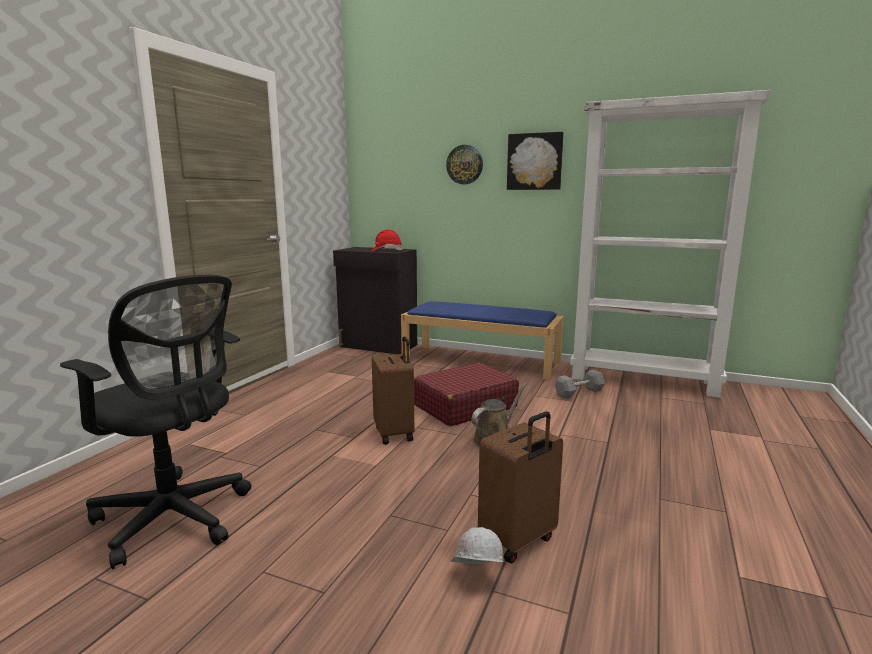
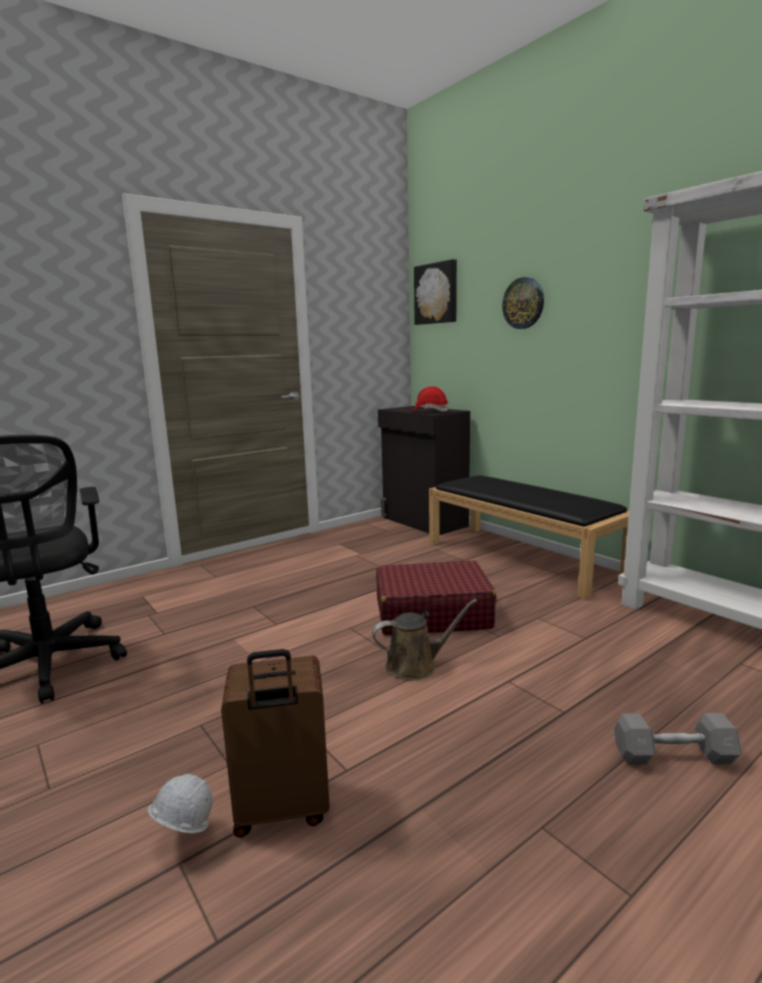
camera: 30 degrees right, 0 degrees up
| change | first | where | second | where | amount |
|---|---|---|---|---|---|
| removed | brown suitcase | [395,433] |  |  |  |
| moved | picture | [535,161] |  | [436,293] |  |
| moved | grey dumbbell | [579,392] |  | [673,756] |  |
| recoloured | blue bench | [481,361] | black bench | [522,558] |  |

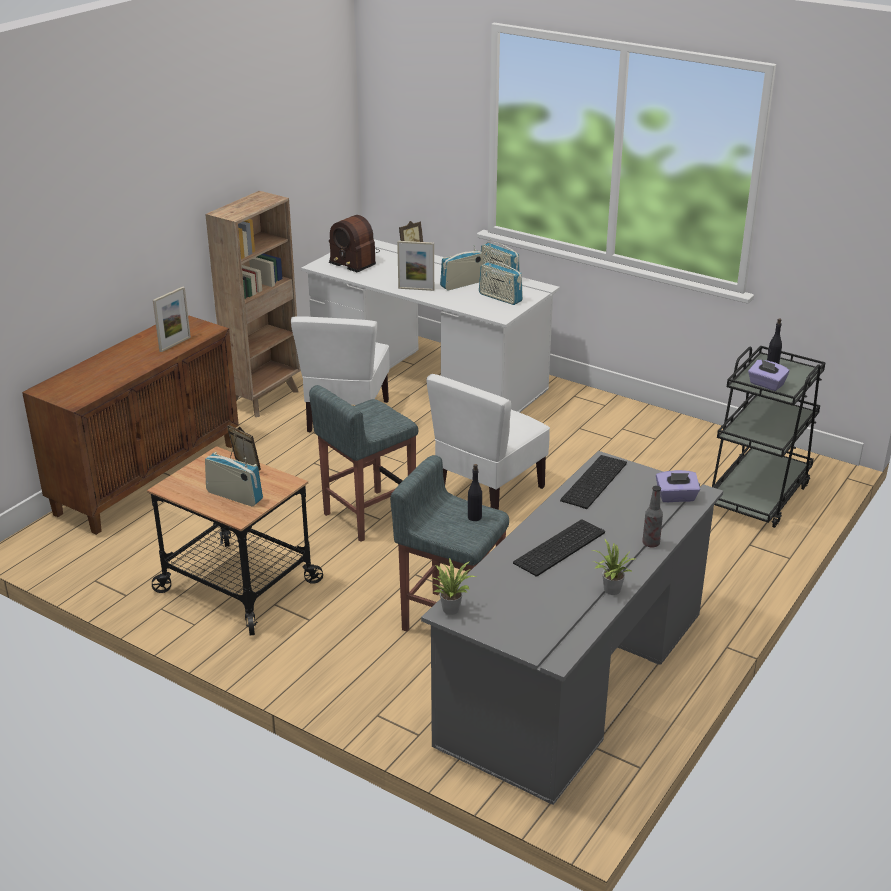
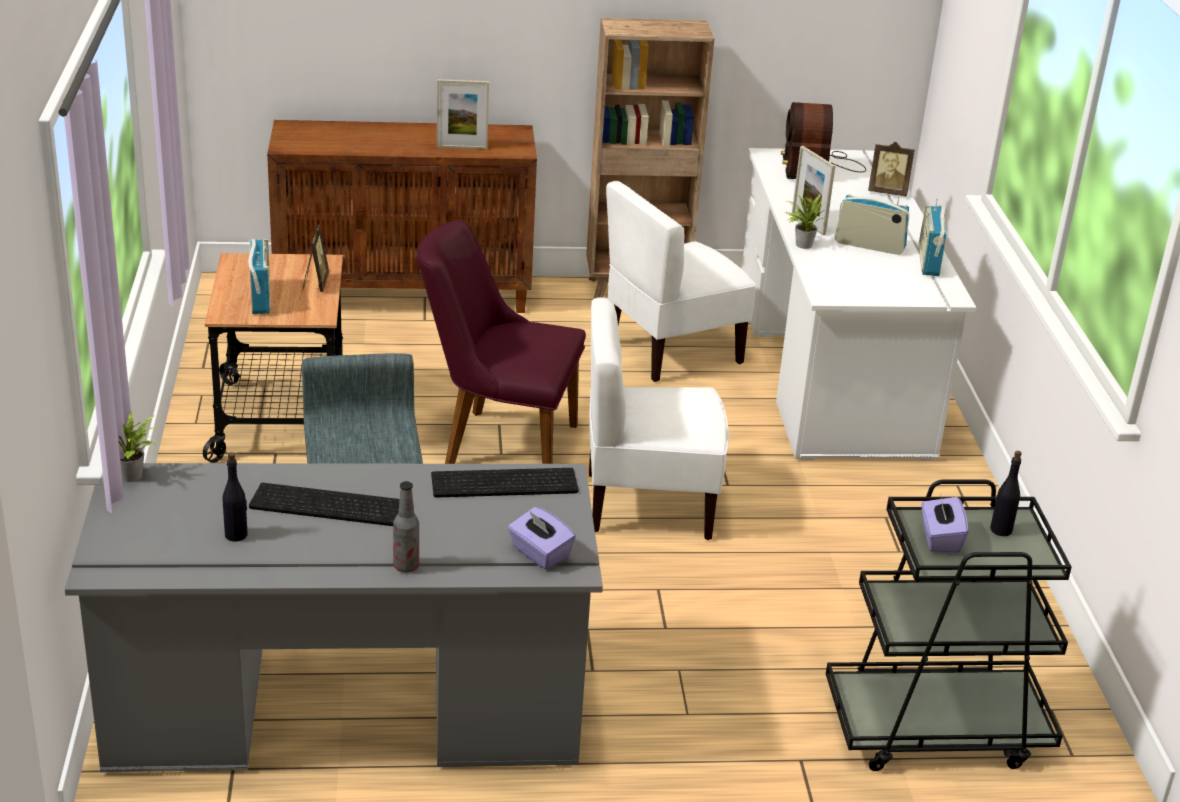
camera: 50 degrees right, 0 degrees up
| change | first | where | second | where | amount |
|---|---|---|---|---|---|
| removed | radio | [500,298] |  |  |  |
| moved | black bottle | [474,517] |  | [236,535] |  |
| moved | potted plant | [610,590] |  | [801,244] |  |
| replaced | grey stool | [368,515] | purple chair | [498,443] |  |

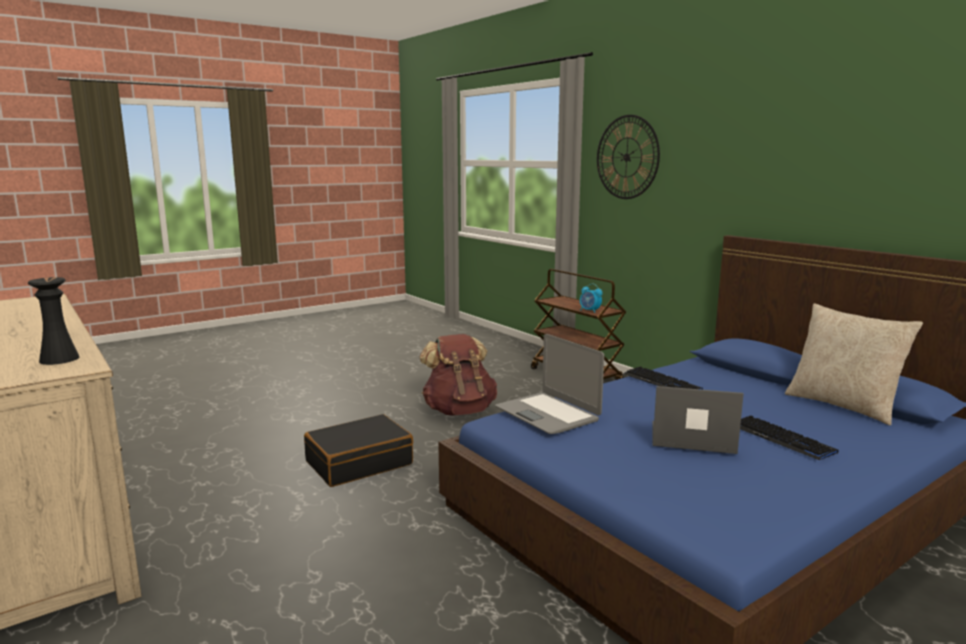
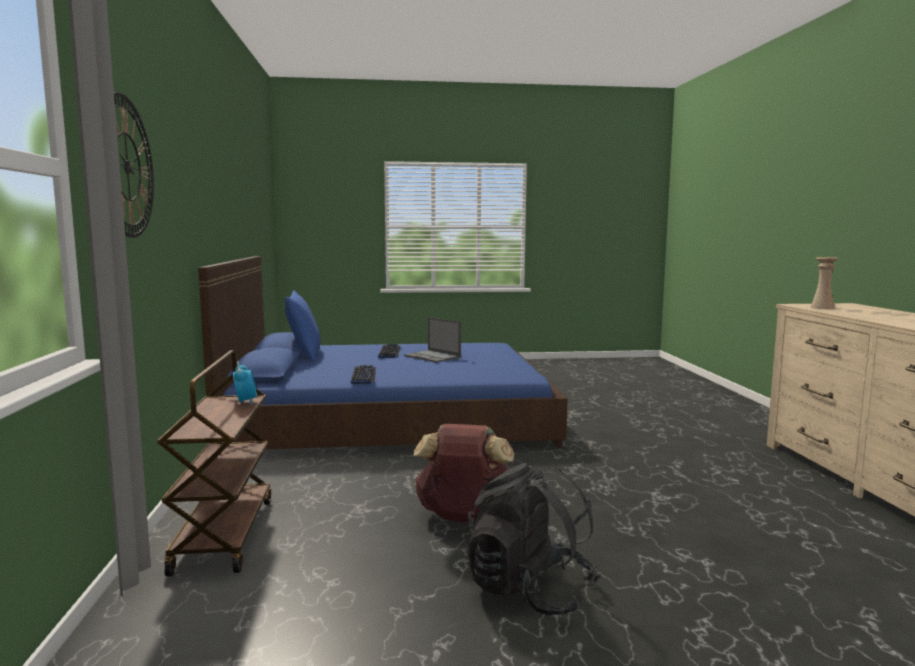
camera: 150 degrees left, 5 degrees down
| change | first | where | second | where | amount |
|---|---|---|---|---|---|
| removed | black suitcase | [359,463] |  |  |  |
| removed | laptop | [547,414] |  |  |  |
| added |  |  | black backpack | [529,590] |  |
| recoloured | black vase | [59,359] | beige vase | [822,308] |  |
| recoloured | beige pillow | [843,405] | blue pillow | [304,355] |  |

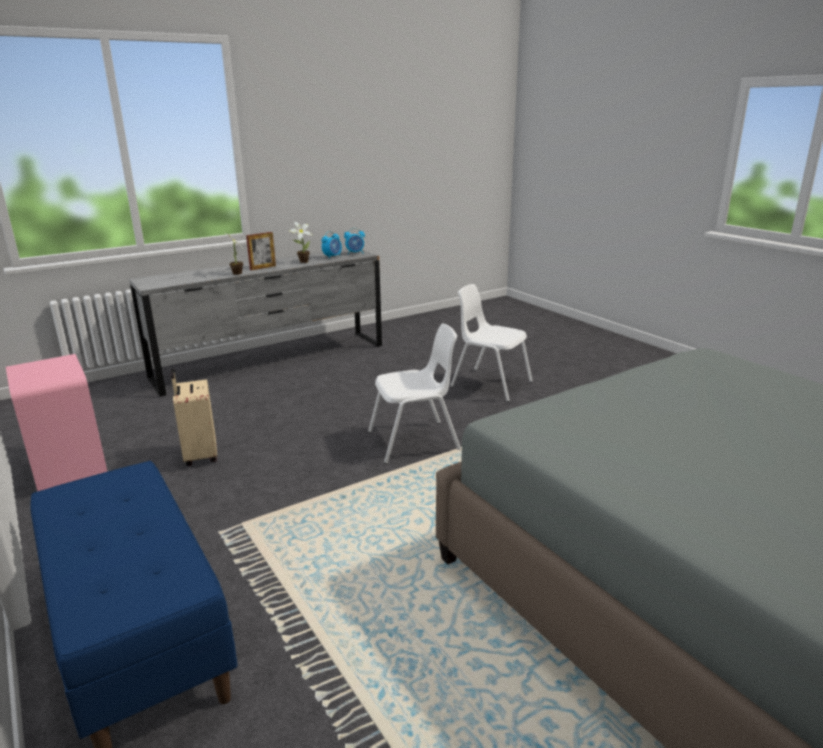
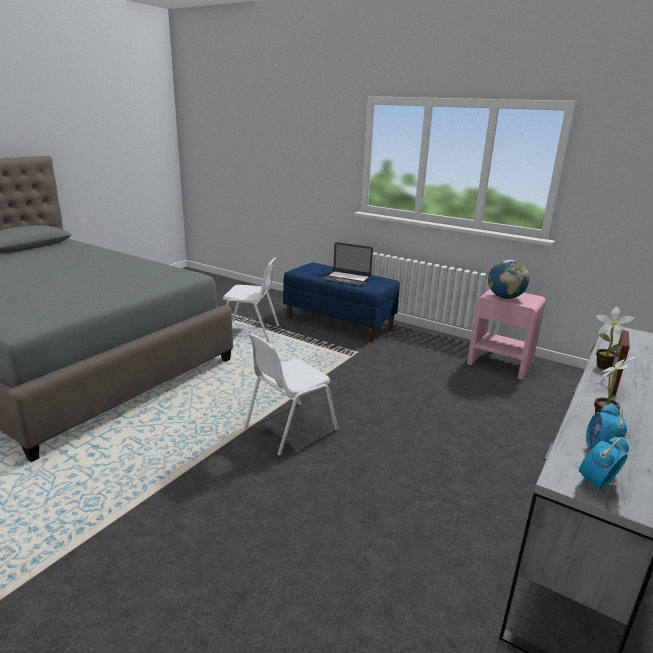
camera: 155 degrees right, 0 degrees up
| change | first | where | second | where | amount |
|---|---|---|---|---|---|
| removed | beige suitcase | [199,456] |  |  |  |
| added |  |  | laptop | [346,278] |  |
| added |  |  | globe | [505,297] |  |
| moved | white chair | [490,384] |  | [250,332] |  |

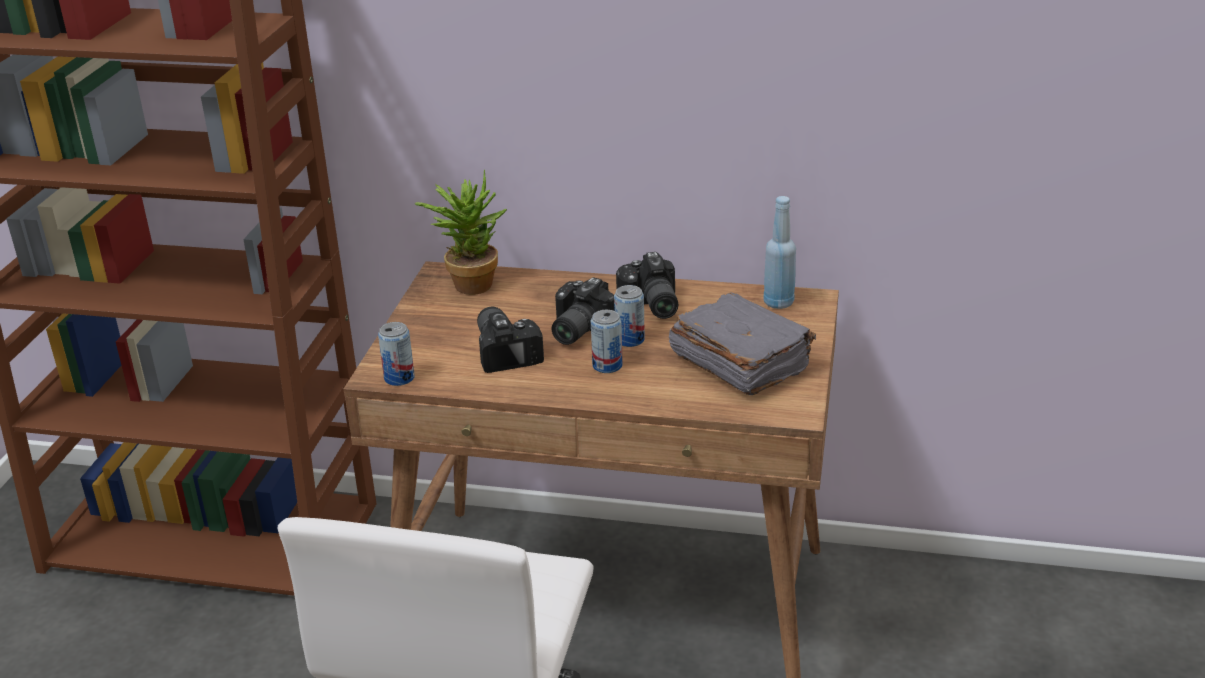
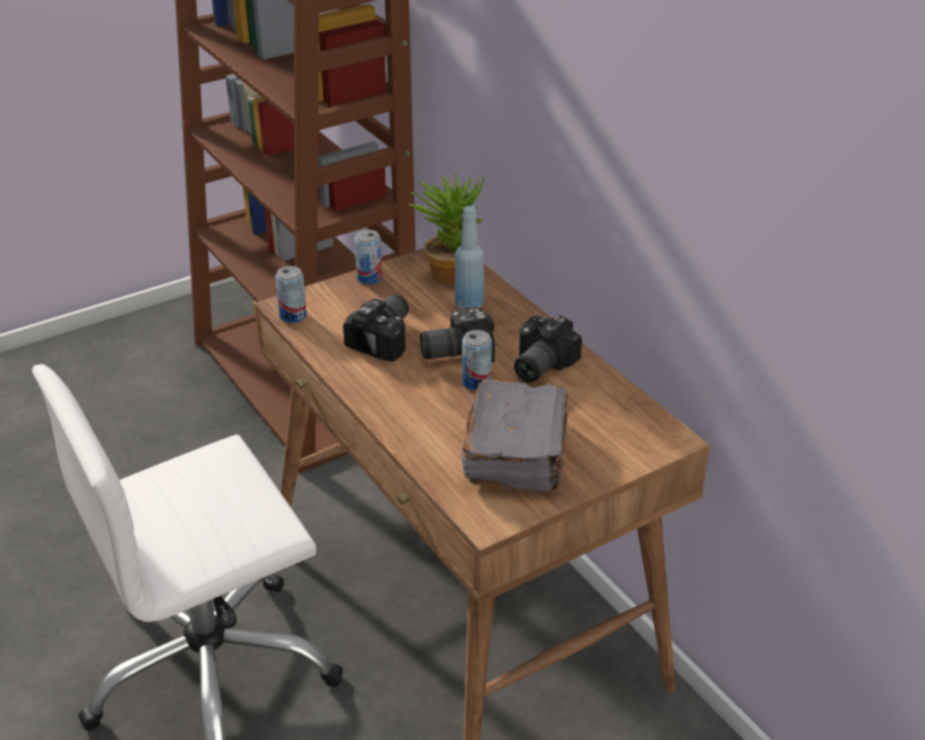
camera: 45 degrees right, 5 degrees up
| change | first | where | second | where | amount |
|---|---|---|---|---|---|
| moved | can | [607,366] |  | [369,278] |  |
| moved | blue bottle | [778,302] |  | [469,304] |  |

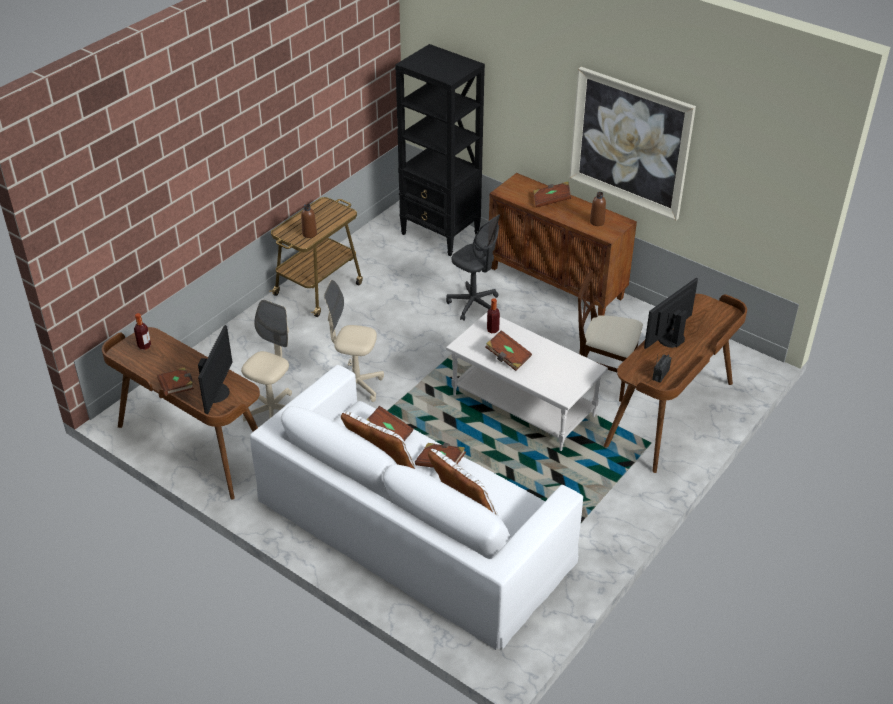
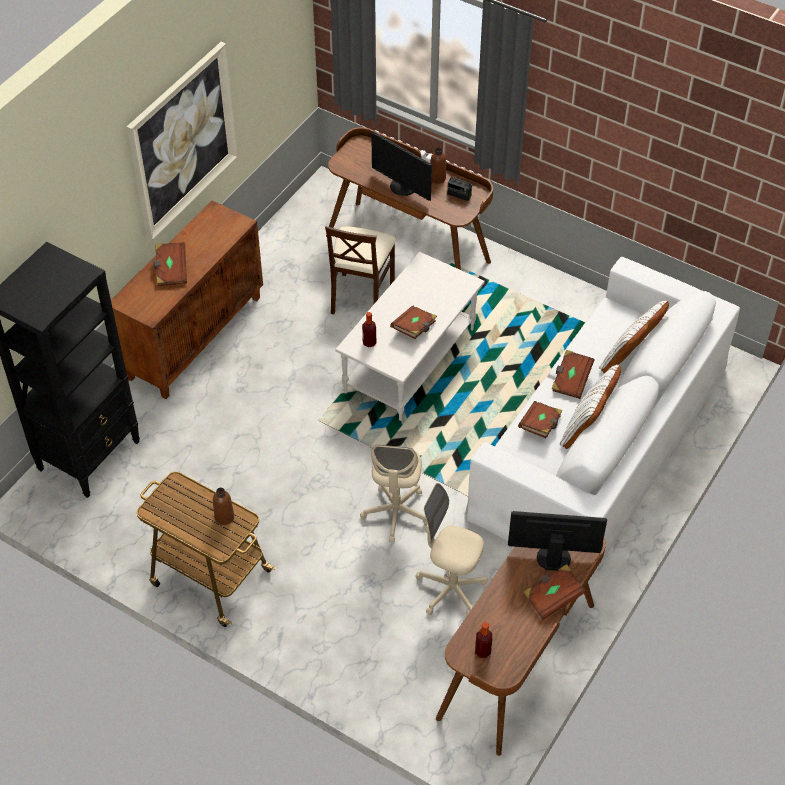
camera: 95 degrees left, 10 degrees up
| change | first | where | second | where | amount |
|---|---|---|---|---|---|
| removed | grey office chair | [474,305] |  |  |  |
| moved | brown bottle | [597,222] |  | [437,178] |  |

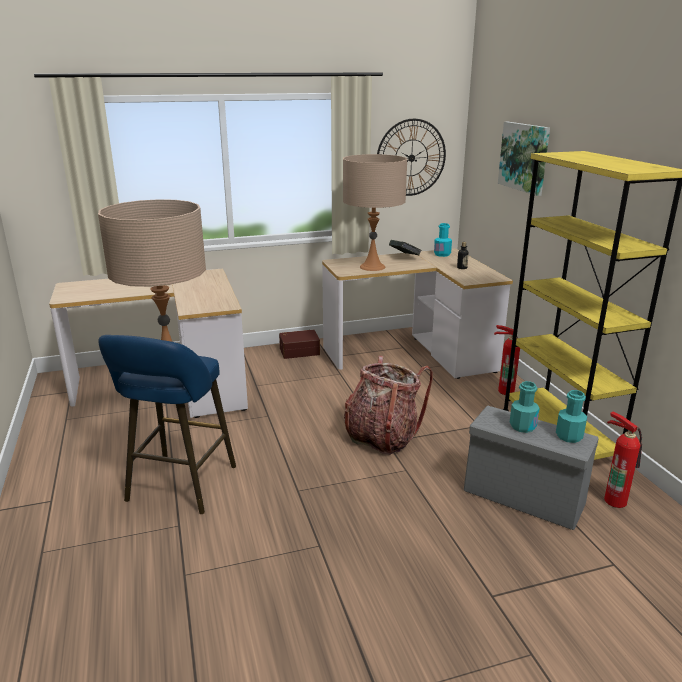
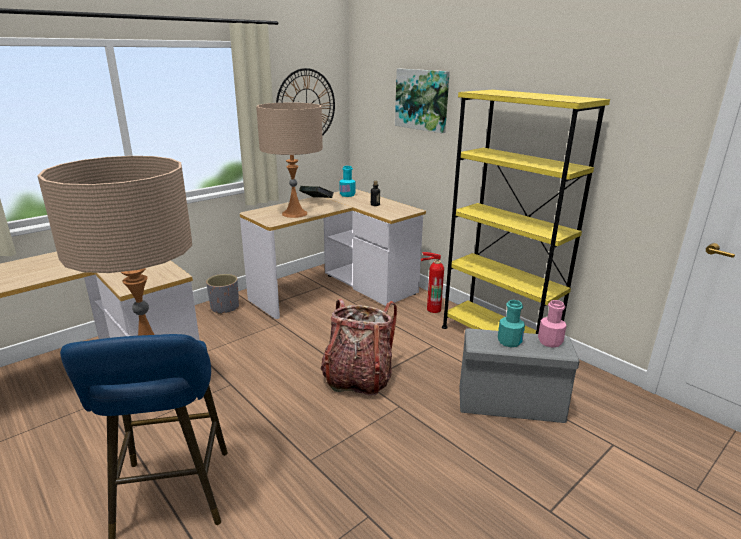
camera: 25 degrees left, 0 degrees up
| change | first | where | second | where | amount |
|---|---|---|---|---|---|
| removed | fire extinguisher | [615,499] |  |  |  |
| replaced | brown storage box | [299,351] | grey planter | [225,308] |  |
| recoloured | turquoise bottle | [569,436] | pink bottle | [550,341] |  |

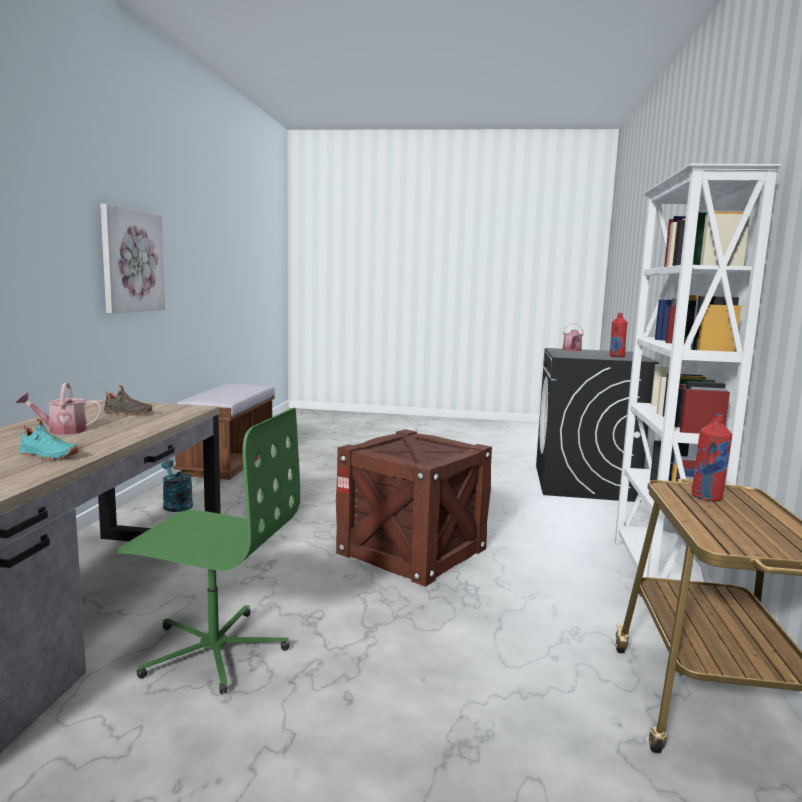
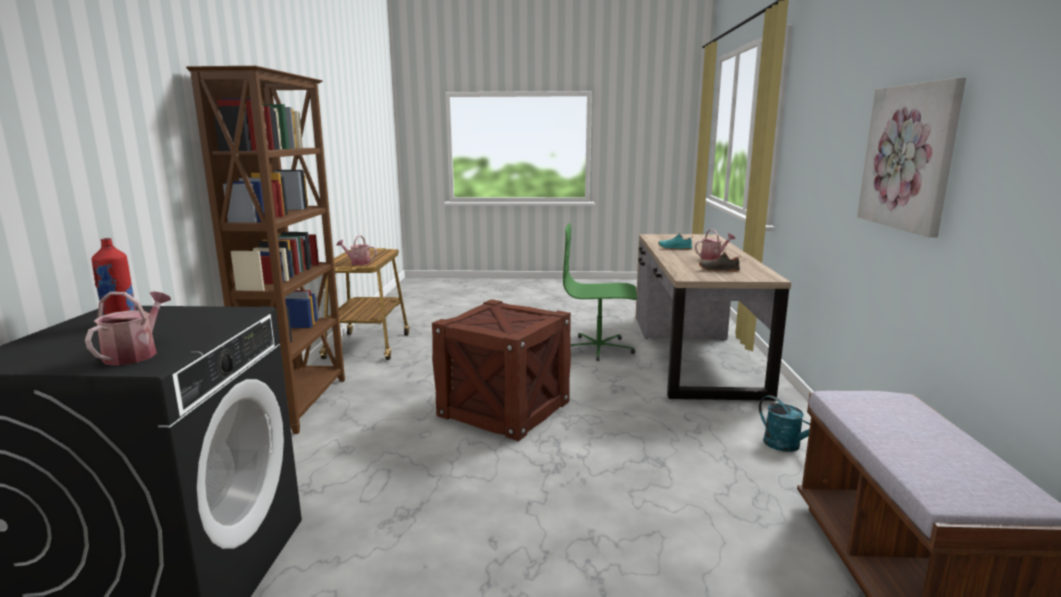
camera: 175 degrees right, 5 degrees up
| change | first | where | second | where | amount |
|---|---|---|---|---|---|
| replaced | red bottle | [707,498] | watering can | [358,262] |  |
| recoloured | white bookcase | [658,574] | brown bookcase | [300,403] |  |

